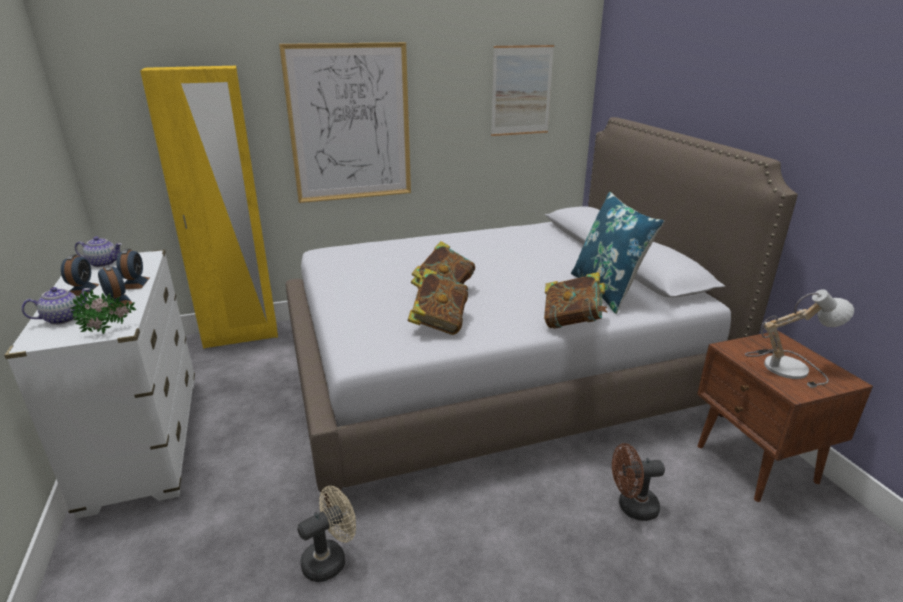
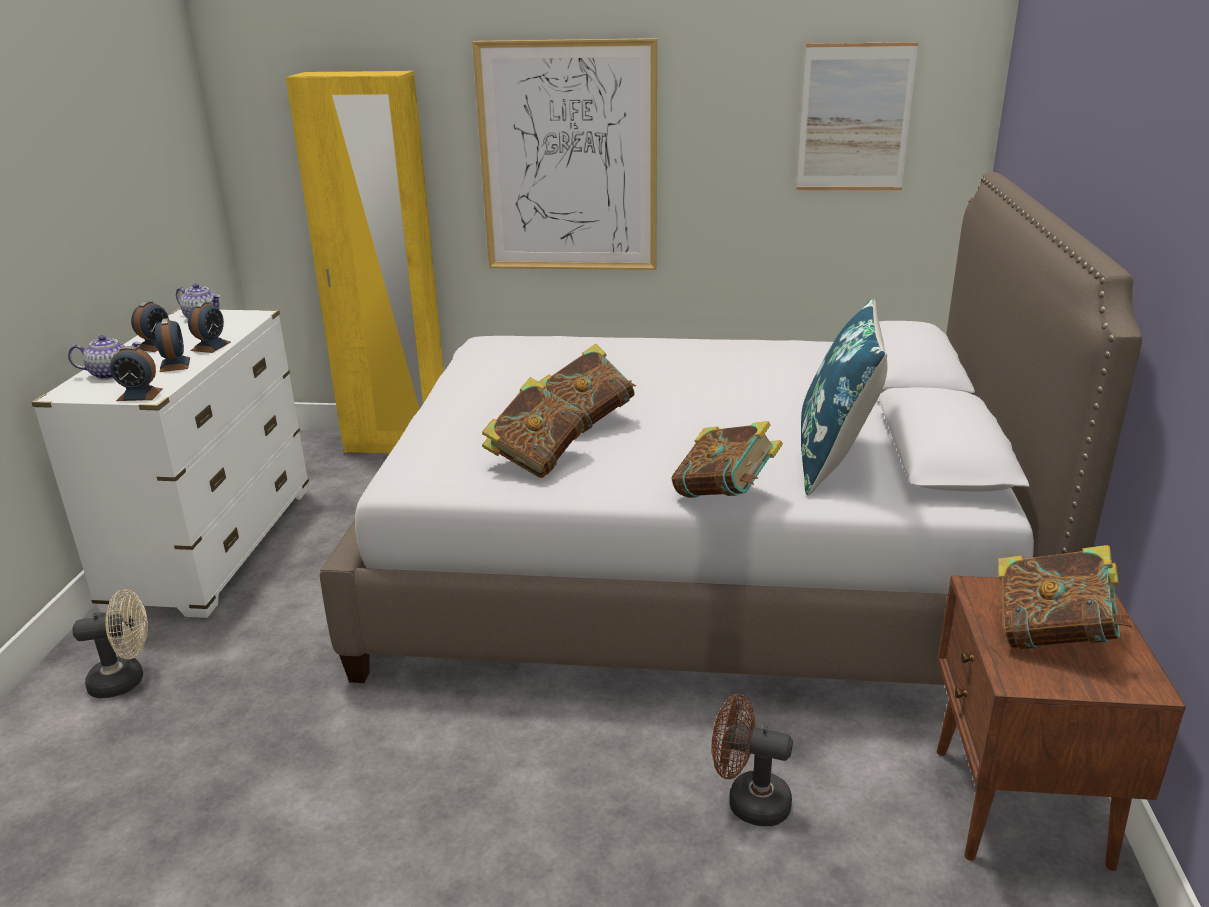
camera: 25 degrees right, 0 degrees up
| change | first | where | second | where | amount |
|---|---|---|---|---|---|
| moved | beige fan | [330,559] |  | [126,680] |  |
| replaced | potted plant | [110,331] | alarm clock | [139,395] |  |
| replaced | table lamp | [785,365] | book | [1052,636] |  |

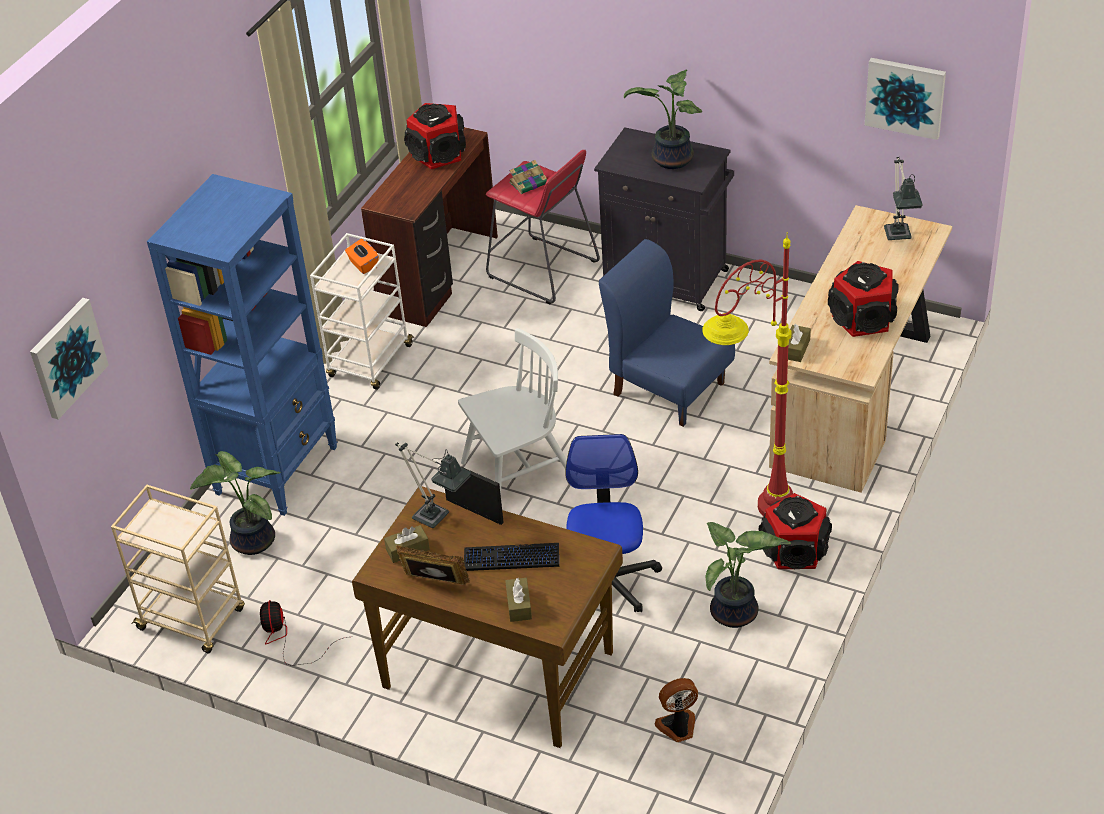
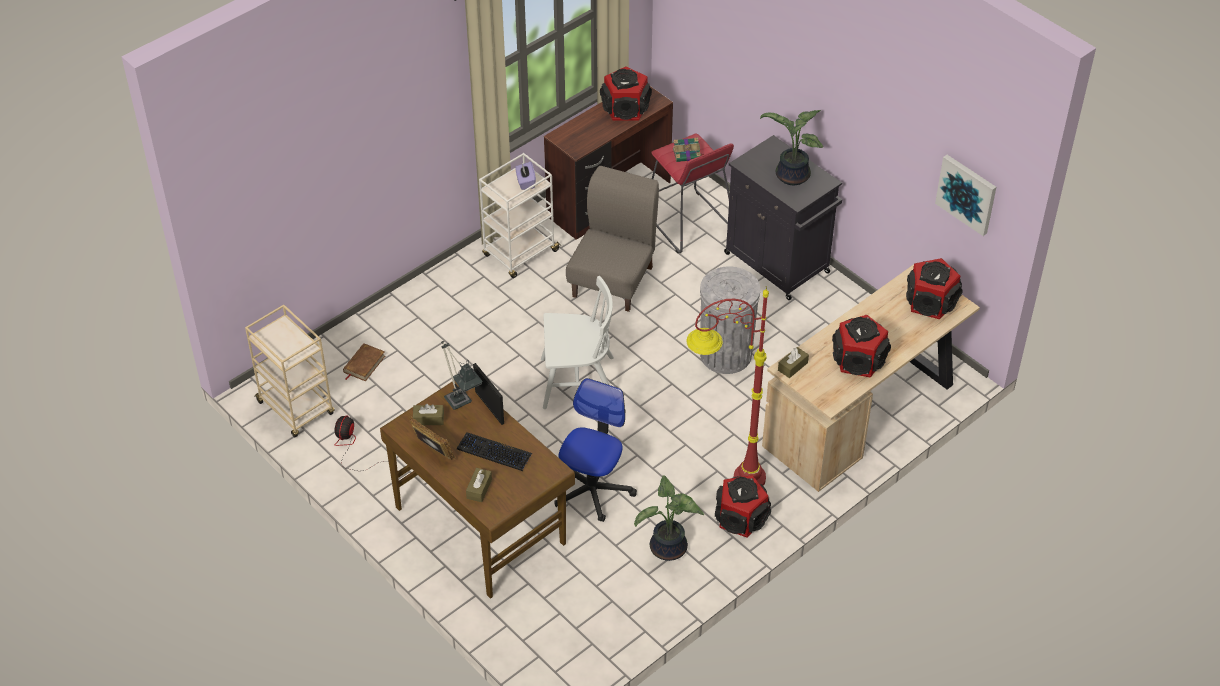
camera: 20 degrees right, 5 degrees up
| change | first | where | second | where | amount |
|---|---|---|---|---|---|
| removed | picture | [67,357] |  |  |  |
| removed | blue bookcase | [277,469] |  |  |  |
| removed | fan | [678,727] |  |  |  |
| added |  |  | grey chair | [613,281] |  |
| replaced | potted plant | [250,541] | brown book | [364,364] |  |
| replaced | blue chair | [668,388] | grey trash can | [725,354] |  |
| replaced | table lamp | [898,238] | speaker | [930,302] |  |
| recoloured | orange tissue box | [363,265] | purple tissue box | [525,182] |  |

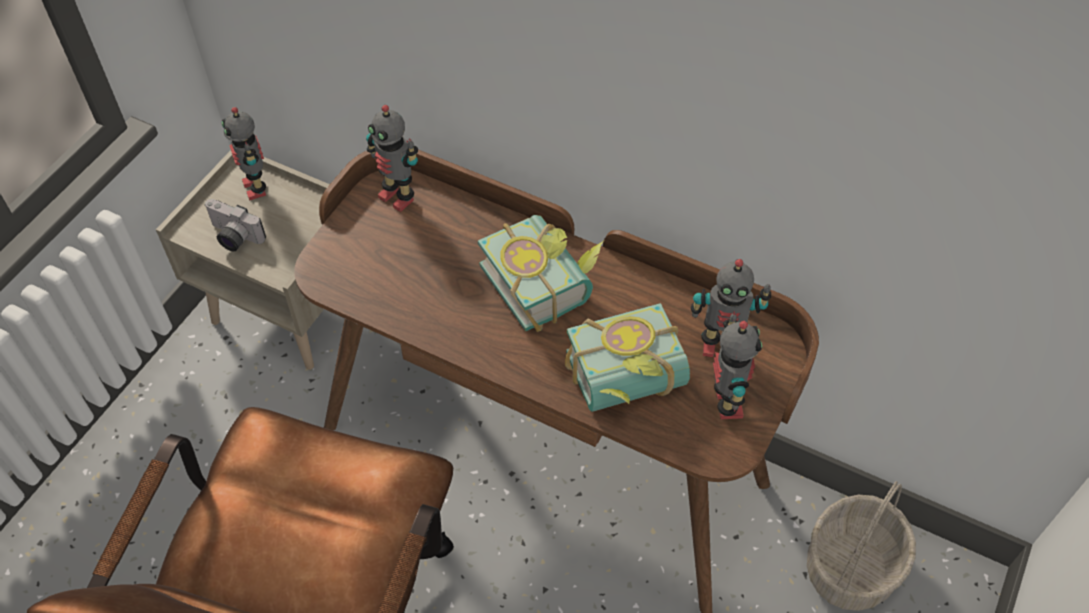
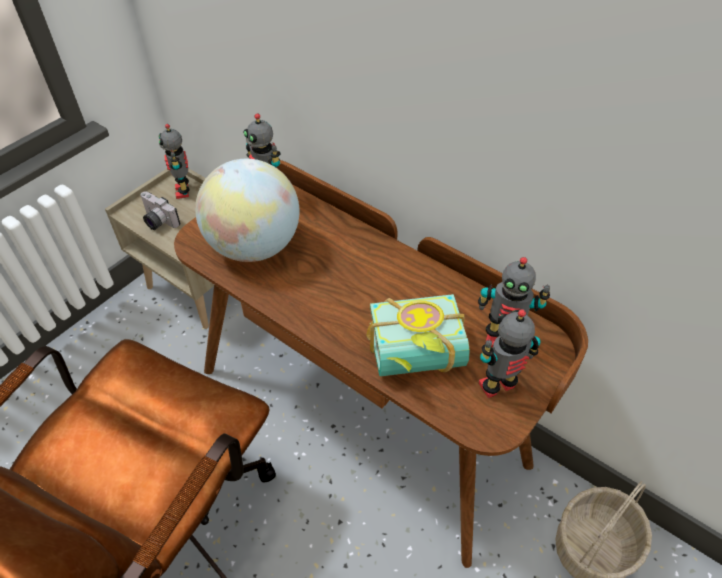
camera: 10 degrees right, 5 degrees down
| change | first | where | second | where | amount |
|---|---|---|---|---|---|
| removed | book | [545,282] |  |  |  |
| added |  |  | globe | [254,246] |  |
| turned | toy robot | [725,404] |  | [498,387] | 120 degrees counterclockwise |

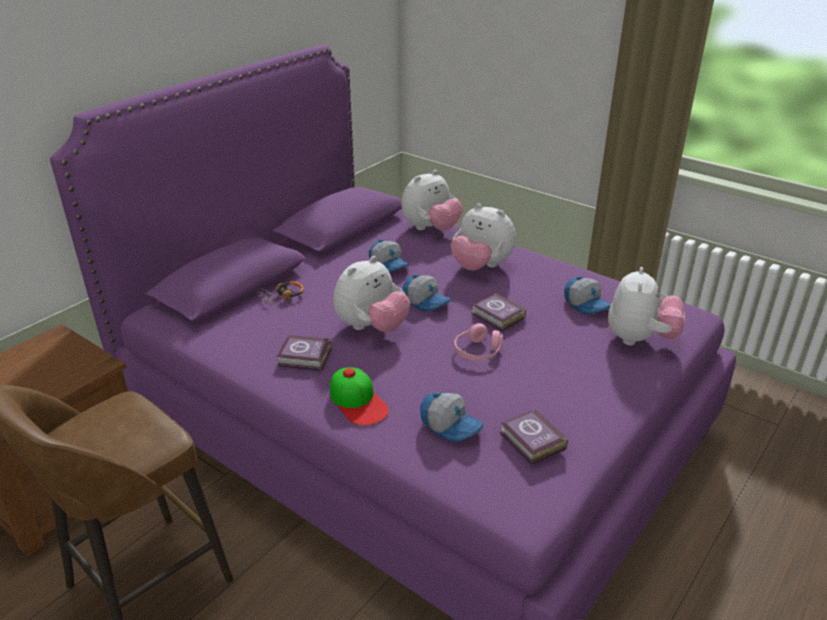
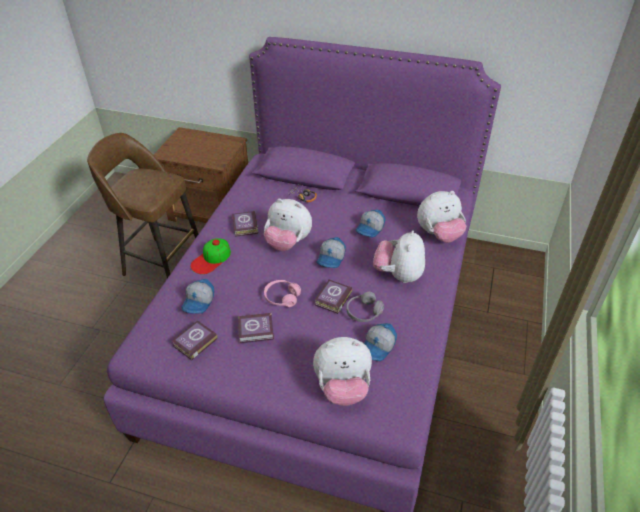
camera: 70 degrees right, 10 degrees up
| change | first | where | second | where | amount |
|---|---|---|---|---|---|
| added |  |  | book | [257,331] |  |
| added |  |  | grey headphones | [364,312] |  |
| turned | plush toy | [431,229] |  | [439,235] | 45 degrees counterclockwise |

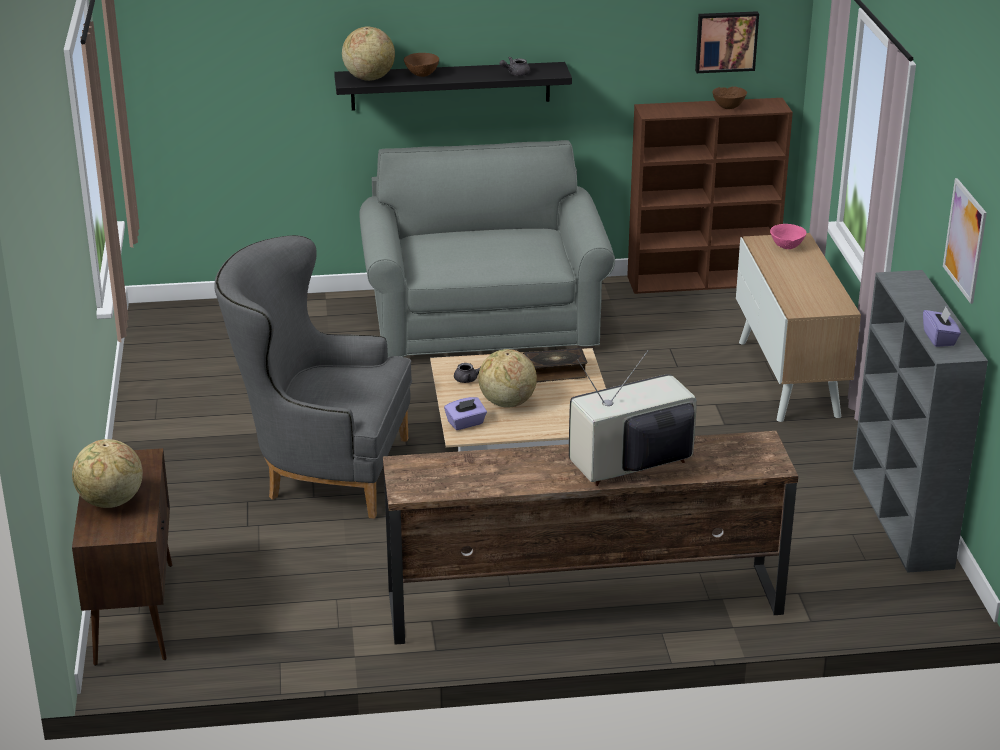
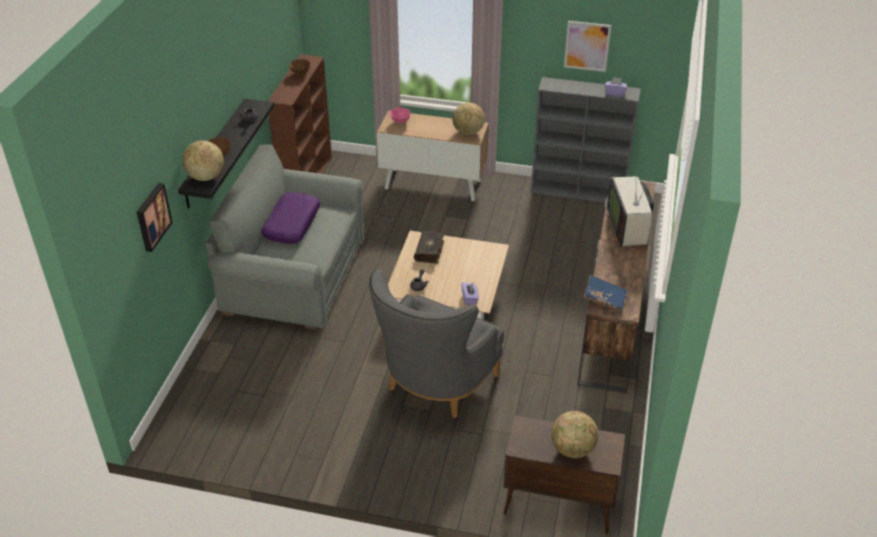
camera: 70 degrees left, 10 degrees up
| change | first | where | second | where | amount |
|---|---|---|---|---|---|
| added |  |  | purple pillow | [291,224] |  |
| added |  |  | blue book | [604,299] |  |
| moved | globe | [507,403] |  | [468,132] |  |
| moved | picture | [726,41] |  | [152,216] |  |

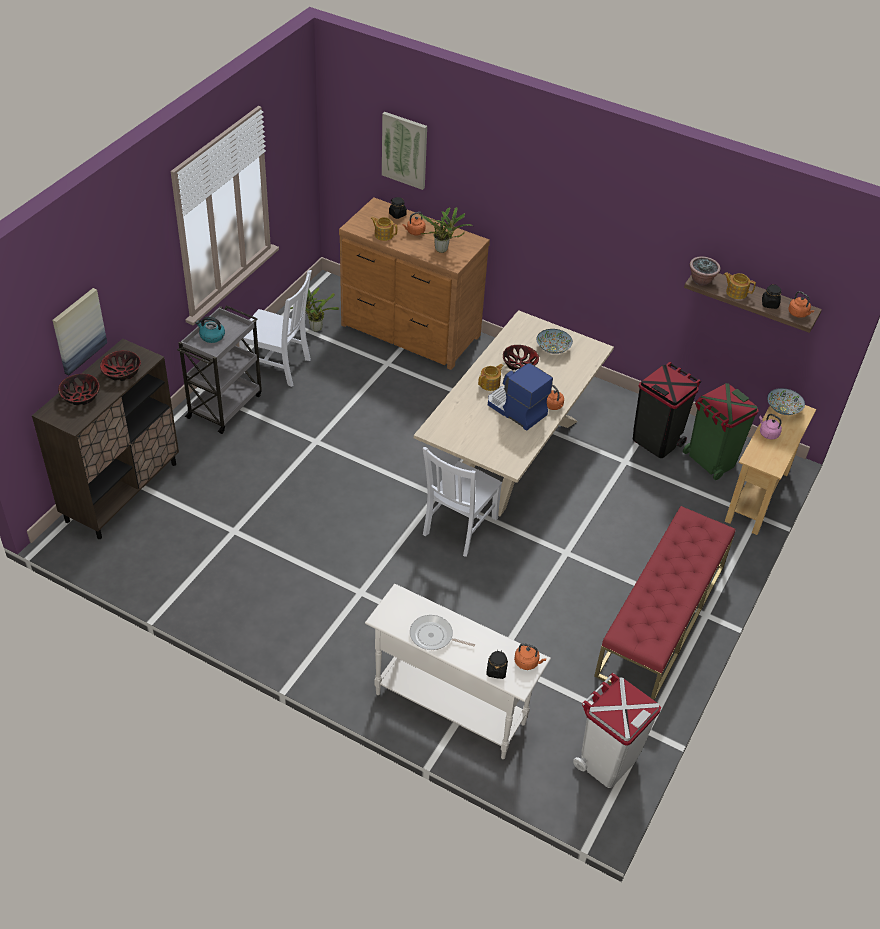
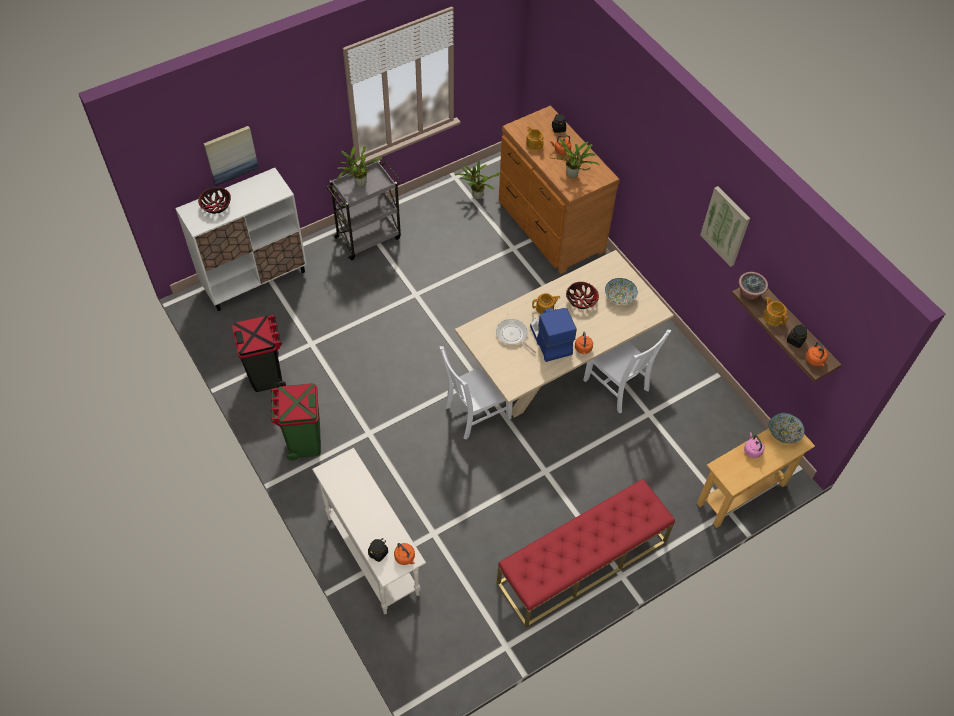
camera: 30 degrees right, 10 degrees up
| change | first | where | second | where | amount |
|---|---|---|---|---|---|
| removed | bowl | [122,373] |  |  |  |
| removed | white trash can | [607,761] |  |  |  |
| moved | white chair | [278,366] |  | [617,386] |  |
| moved | picture | [405,150] |  | [726,226] |  |
| moved | frying pan | [434,636] |  | [513,335] |  |
| moved | black trash can | [656,441] |  | [266,375] |  |
| moved | green trash can | [710,461] |  | [304,441] |  |
| replaced | kettle | [211,336] | potted plant | [359,184] |  |
| recoloured | brown cabinet | [122,491] | white cabinet | [255,279] |  |

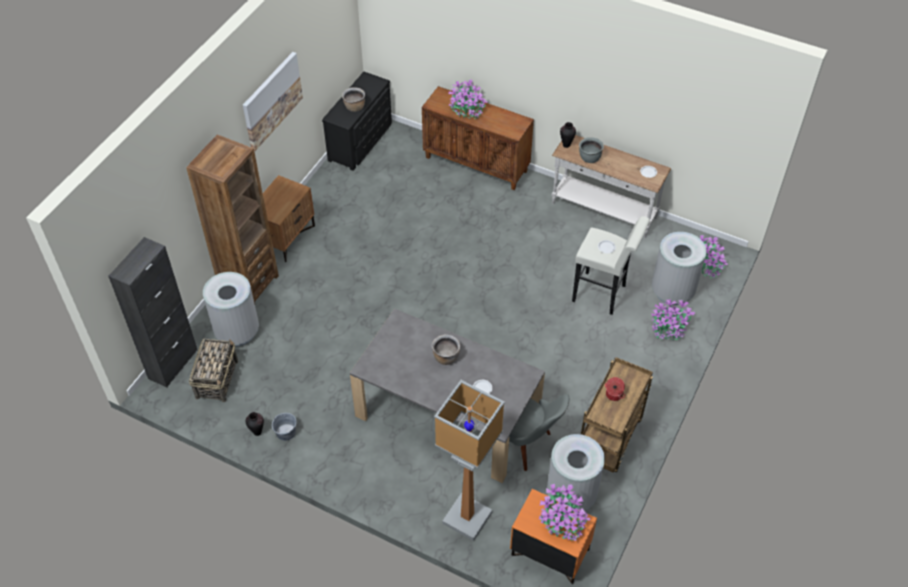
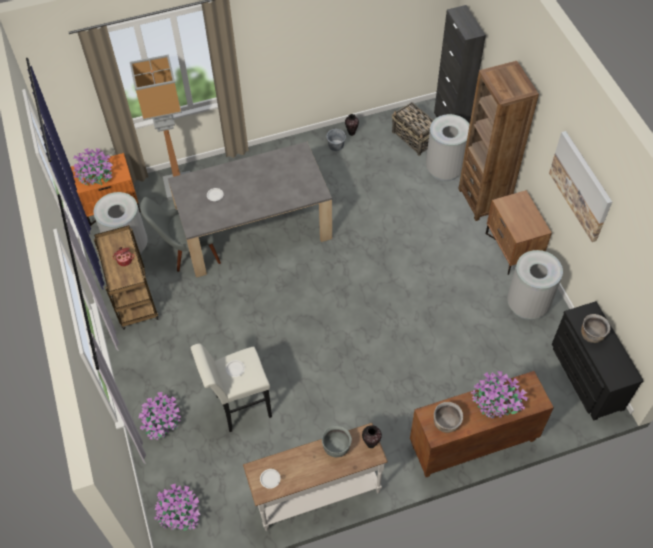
camera: 135 degrees right, 5 degrees up
| change | first | where | second | where | amount |
|---|---|---|---|---|---|
| moved | brown cooking pot | [446,357] |  | [446,424] |  |
| moved | grey trash can | [672,291] |  | [527,304] |  |

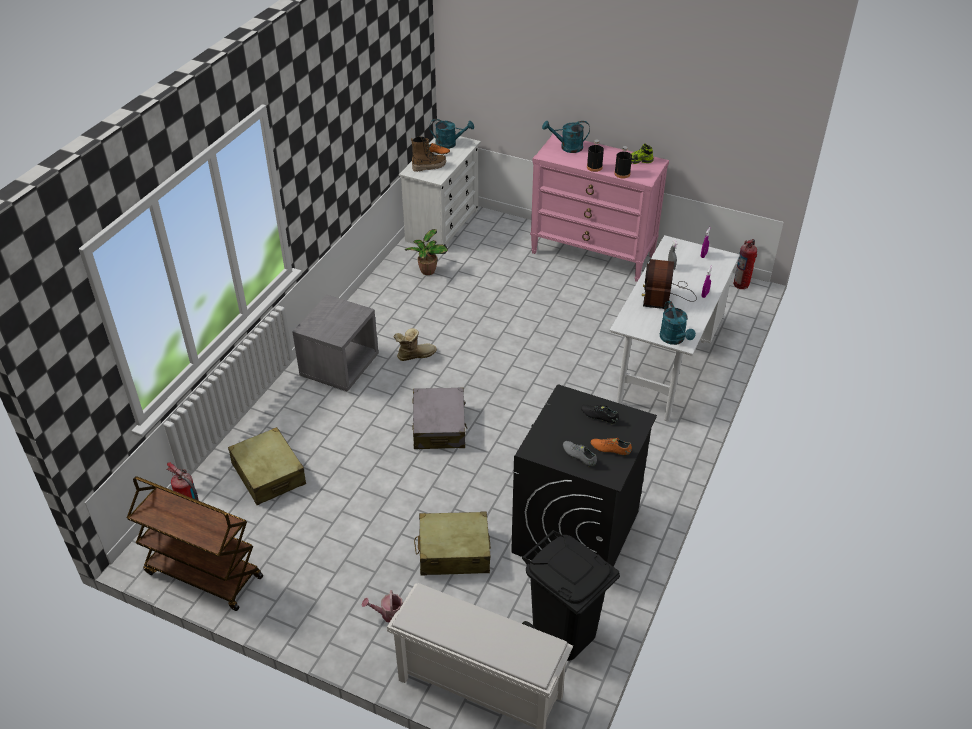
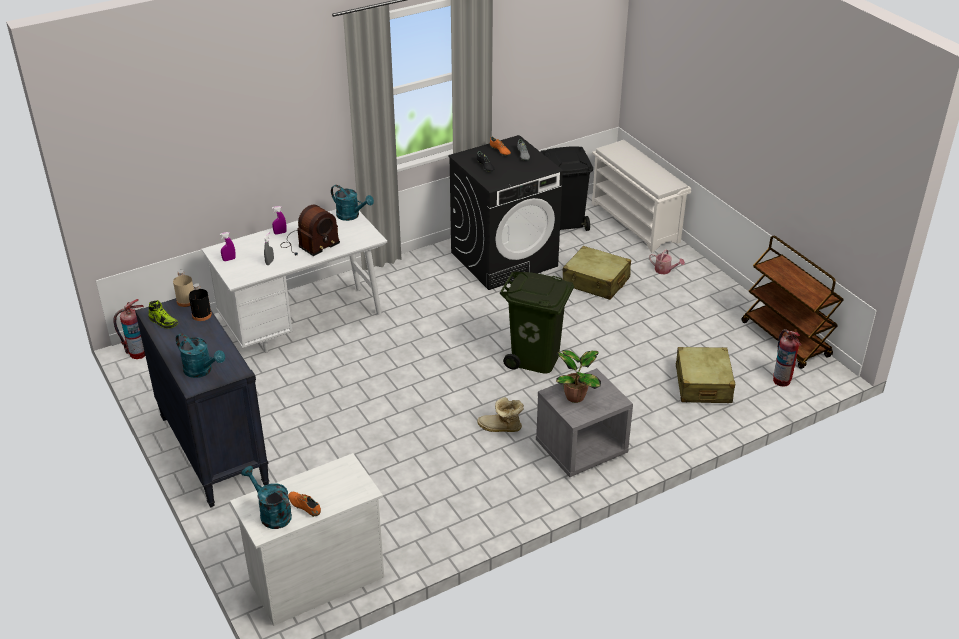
camera: 145 degrees left, 5 degrees down
| change | first | where | second | where | amount |
|---|---|---|---|---|---|
| removed | boot | [429,166] |  |  |  |
| removed | black bottle | [594,167] |  |  |  |
| added |  |  | beige bottle | [186,301] |  |
| moved | potted plant | [427,271] |  | [576,396] |  |
| replaced | grey suitcase | [439,427] | green trash can | [535,359] |  |
| recoloured | pink dresser | [593,254] | black dresser | [212,450] |  |
| turned | turquoise watering can | [674,339] |  | [351,216] | 105 degrees clockwise |

